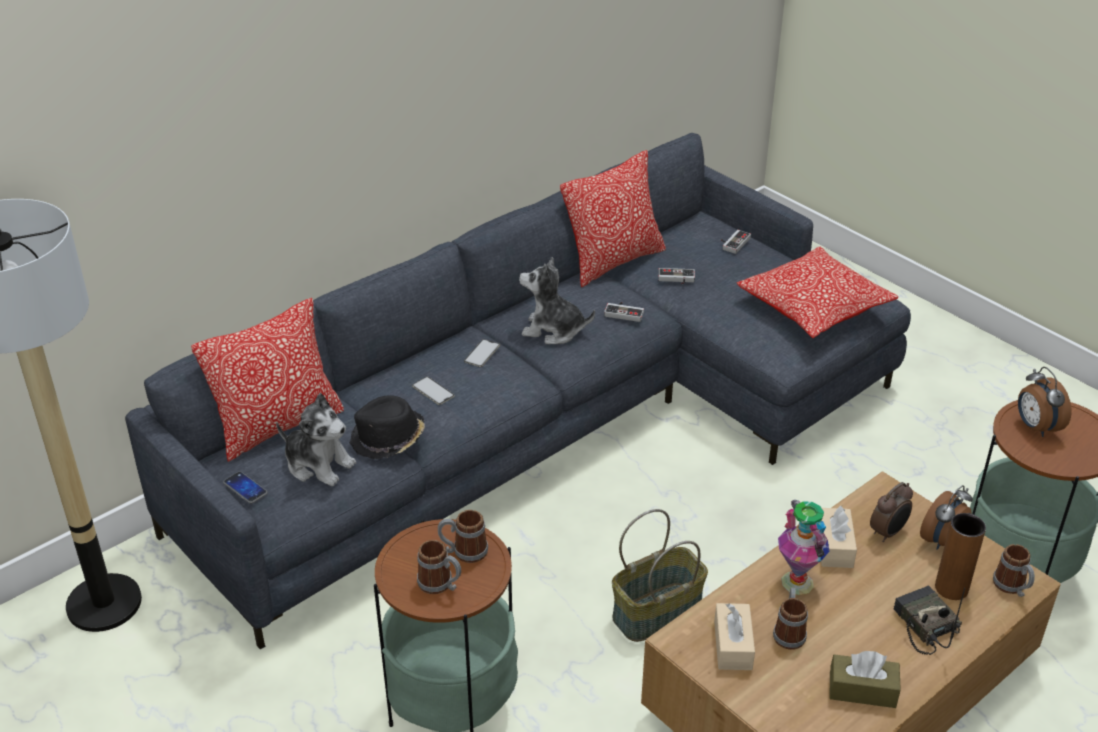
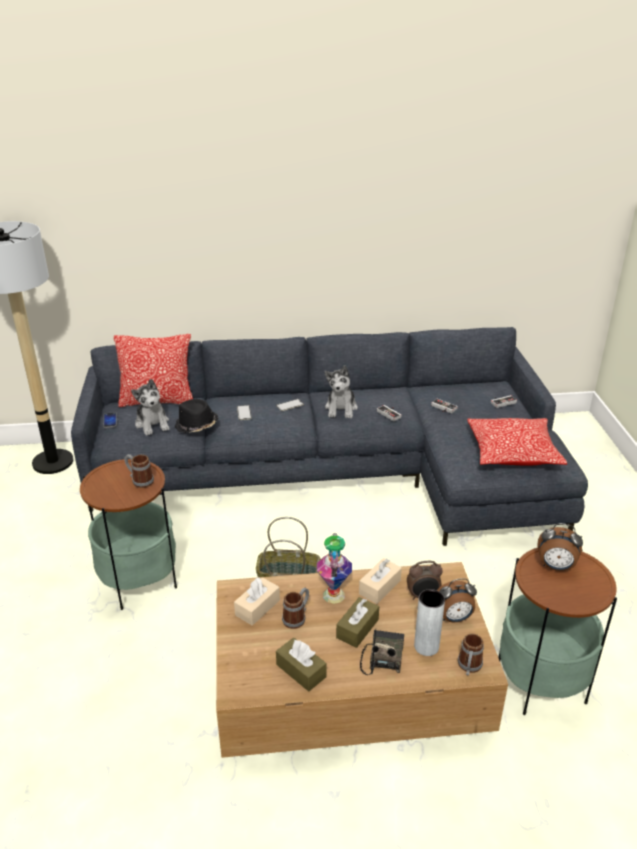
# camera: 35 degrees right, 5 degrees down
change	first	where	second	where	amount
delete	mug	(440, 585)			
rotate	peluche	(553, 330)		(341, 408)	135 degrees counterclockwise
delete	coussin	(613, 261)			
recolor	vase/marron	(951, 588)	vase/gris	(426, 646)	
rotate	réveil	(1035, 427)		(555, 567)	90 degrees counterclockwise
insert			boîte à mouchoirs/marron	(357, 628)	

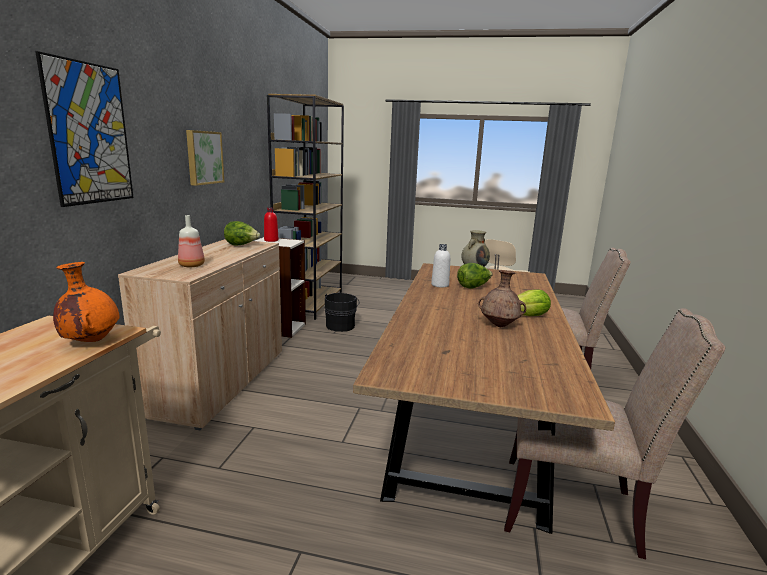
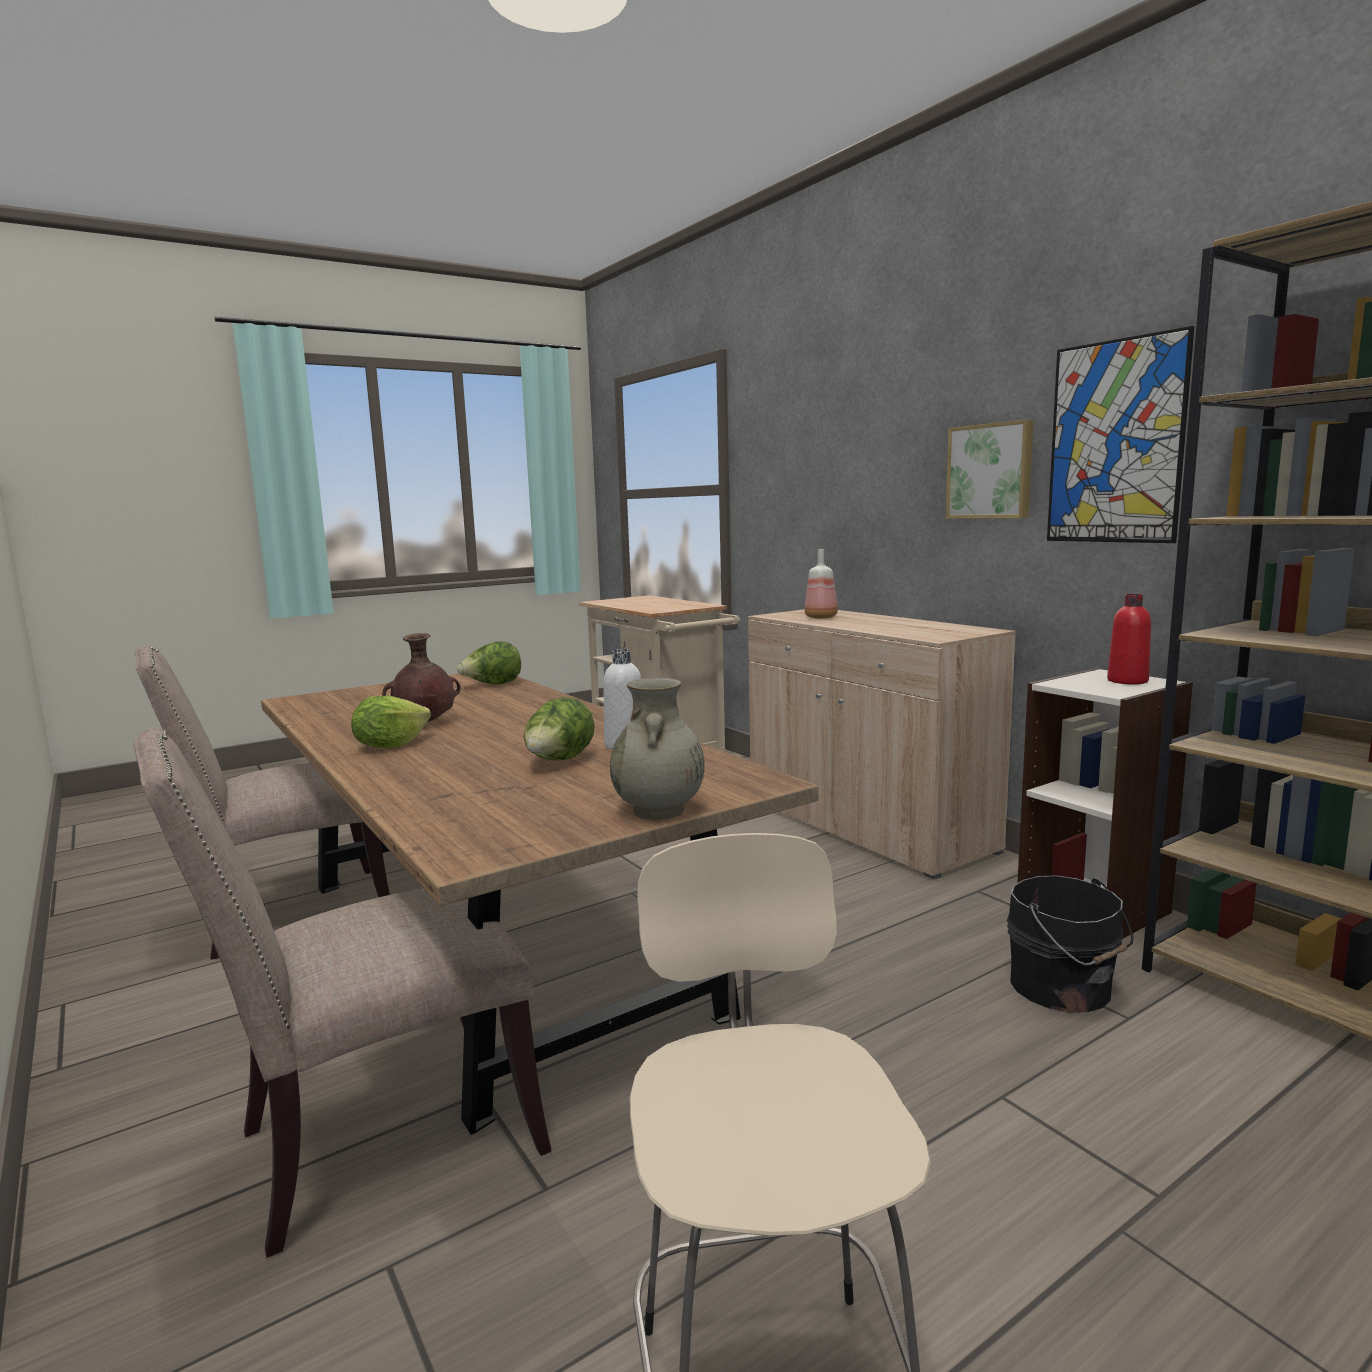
# camera: 135 degrees right, 5 degrees down
change	first	where	second	where	amount
move	tableau	(89, 134)		(1115, 442)	
delete	vase/orange	(91, 341)			
move	laitue	(241, 245)		(492, 685)	

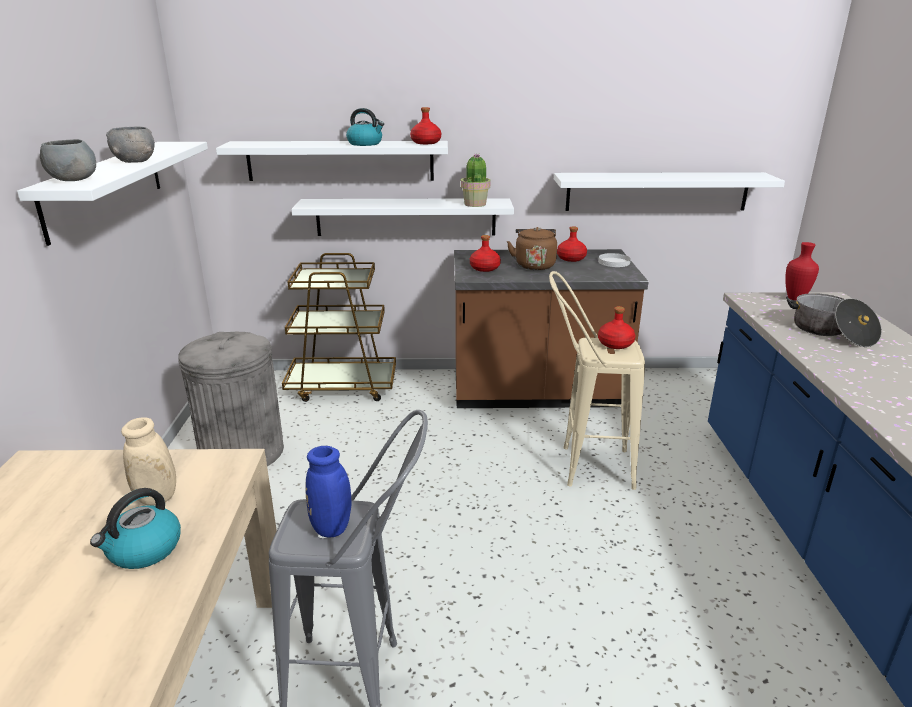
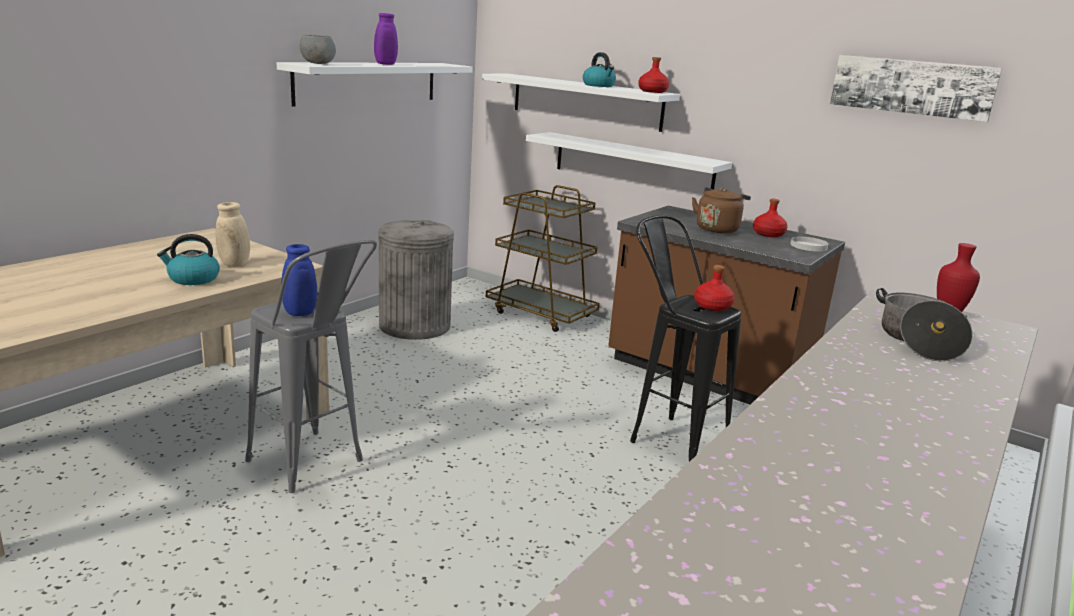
# camera: 35 degrees right, 5 degrees down
change	first	where	second	where	amount
replace	bol/gris	(134, 161)	vase/violet	(384, 64)	
delete	plante en pot	(475, 204)			
delete	bouteille/rouge	(485, 268)			
recolor	tabouret/beige	(583, 467)	tabouret/noir	(666, 436)	
delete	étagère/blanc	(657, 191)			
insert			tableau	(911, 87)	

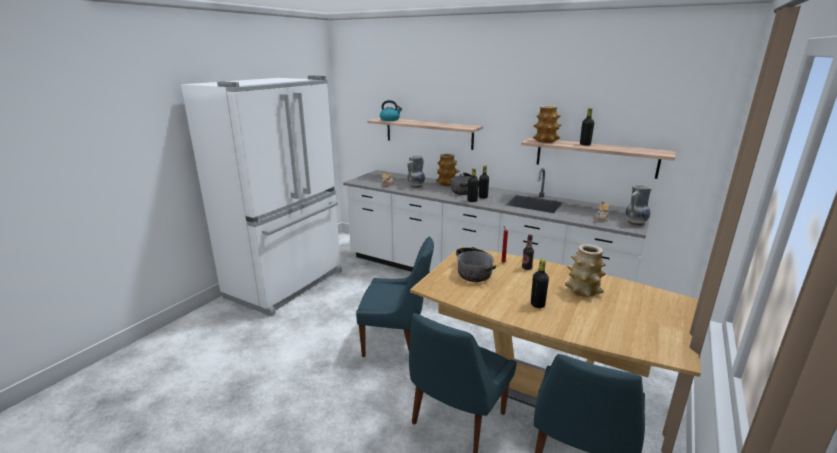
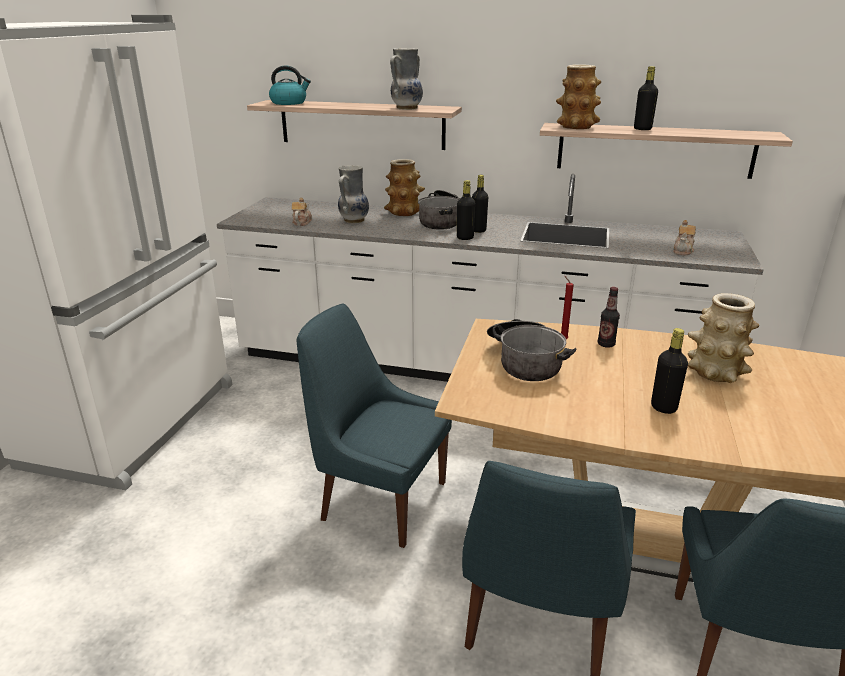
# camera: 15 degrees left, 5 degrees up
change	first	where	second	where	amount
rotate	chaise/bleu	(397, 341)		(379, 499)	150 degrees counterclockwise
move	vase	(635, 223)		(406, 108)	

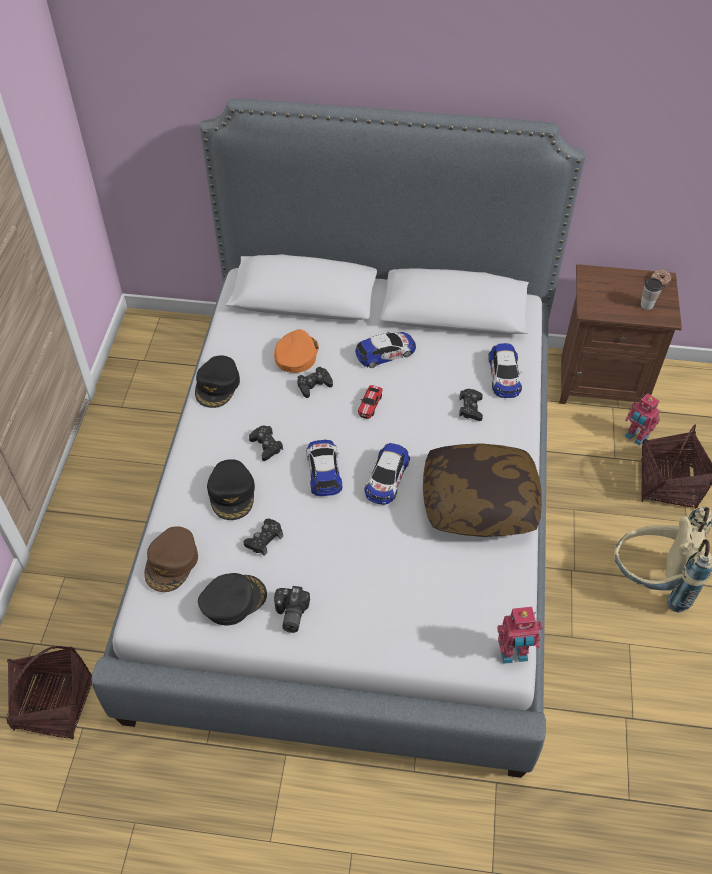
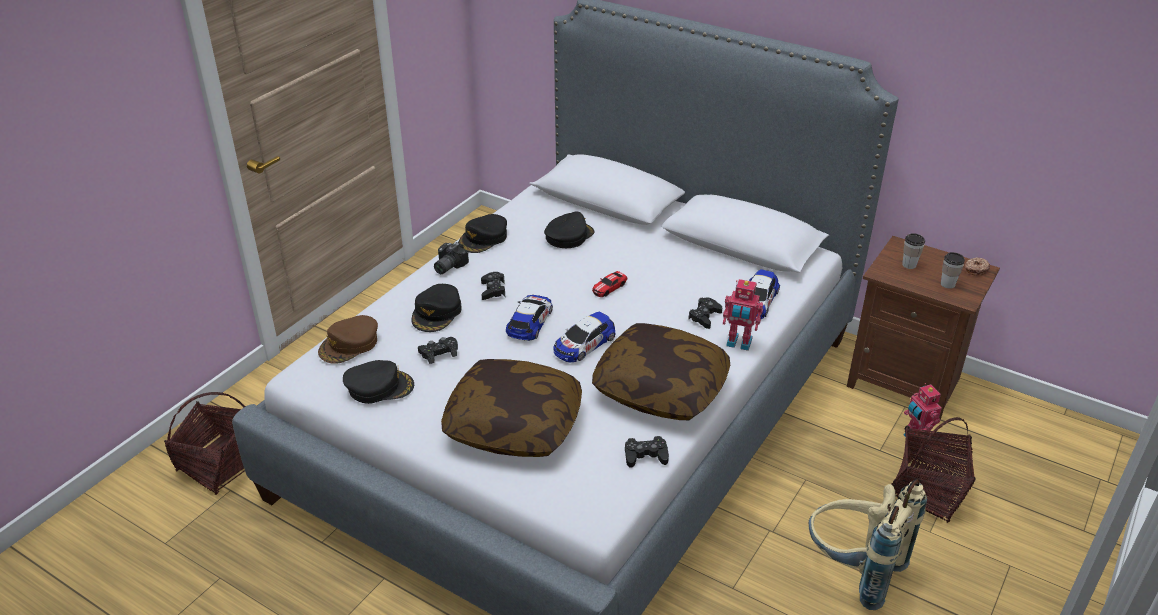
# camera: 25 degrees right, 15 degrees down
change	first	where	second	where	amount
recolor	casquette/orange	(296, 355)	casquette/noir	(568, 236)	
move	appareil photo	(289, 614)		(447, 266)	
move	manette/noir	(314, 385)		(645, 456)	
delete	petite voiture	(385, 352)			
move	robot jouet	(513, 654)		(738, 343)	
insert			coussin	(514, 425)	
insert			tasse	(909, 265)	

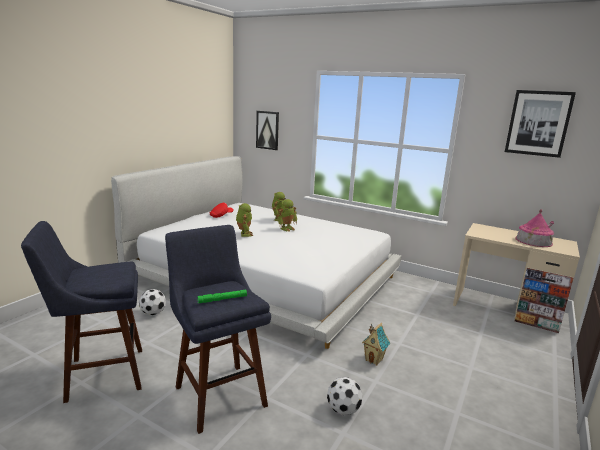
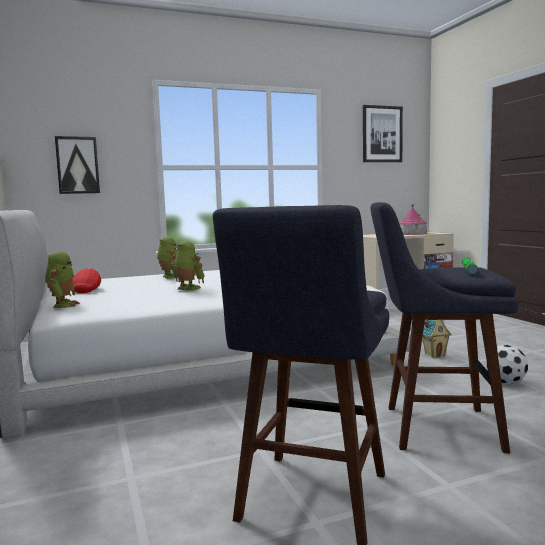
# camera: 50 degrees left, 10 degrees down
change	first	where	second	where	amount
delete	ballon de foot	(153, 313)			
move	robot jouet	(286, 228)		(63, 305)	

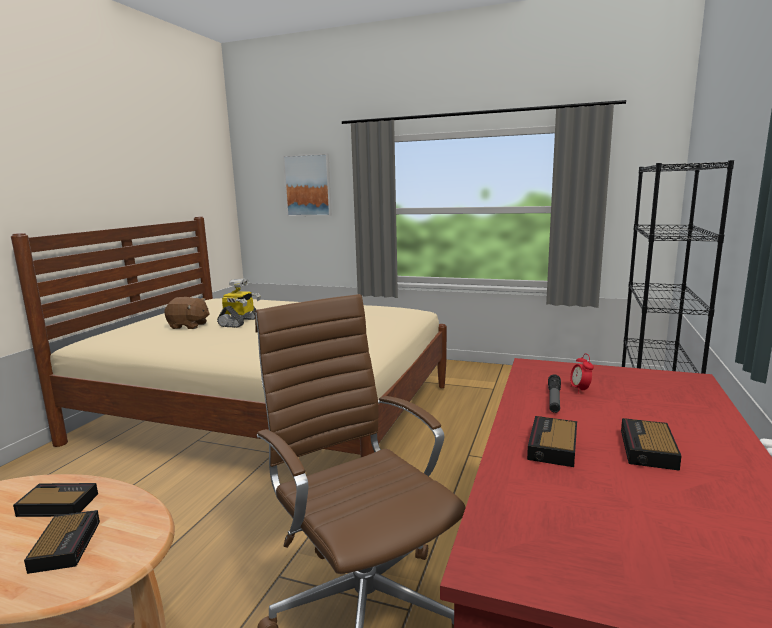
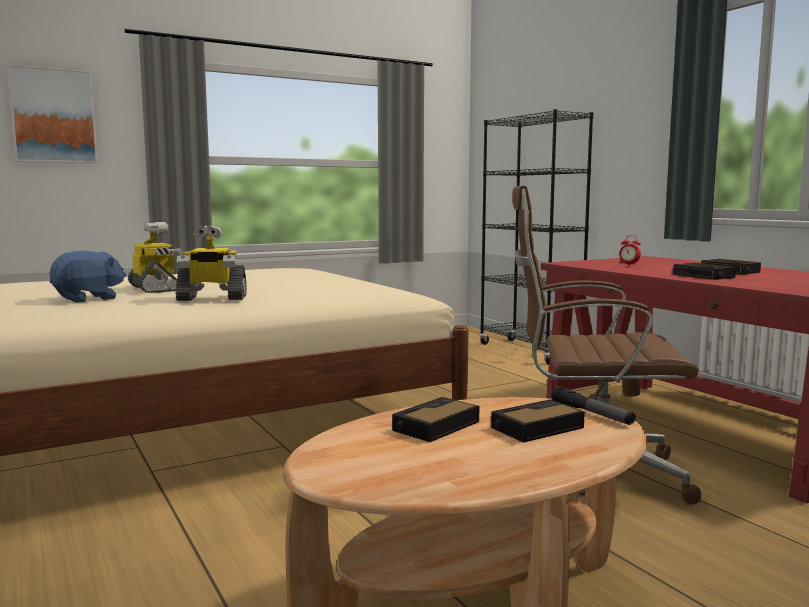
# camera: 50 degrees left, 5 degrees down
change	first	where	second	where	amount
rotate	réveil	(66, 544)		(535, 428)	60 degrees counterclockwise
recolor	peluche/marron	(189, 326)	peluche/bleu	(88, 299)	
move	lampe de poche	(554, 399)		(591, 413)	
insert			robot jouet	(211, 298)	

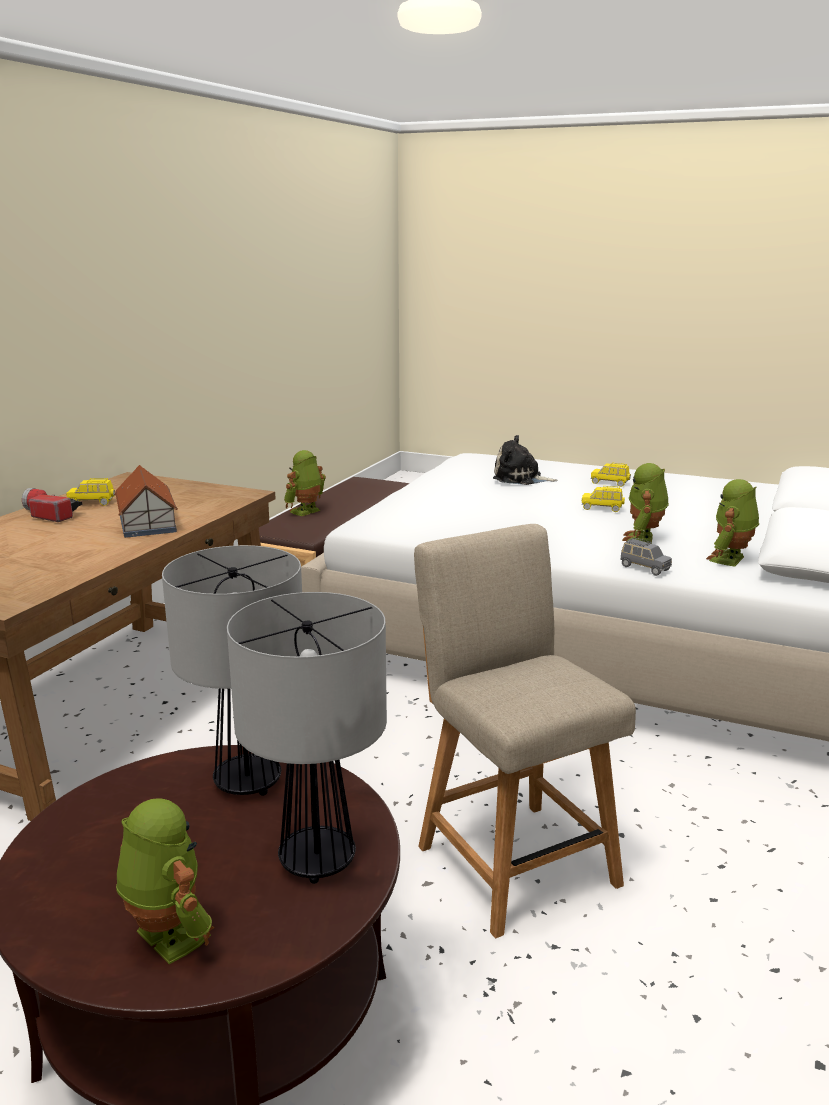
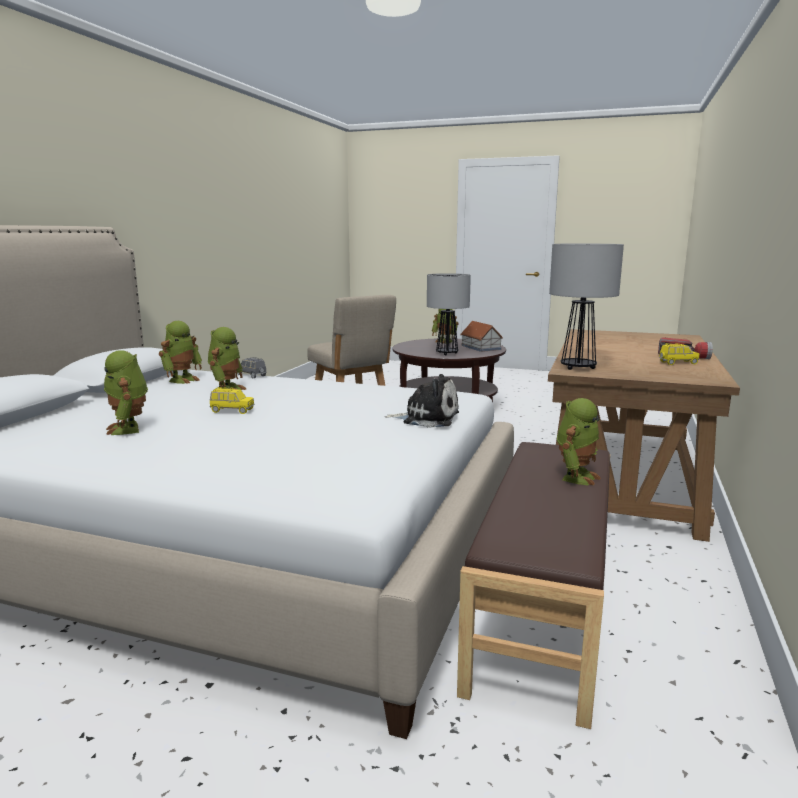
# camera: 175 degrees right, 5 degrees down
change	first	where	second	where	amount
move	maison miniature	(147, 523)		(481, 347)	
move	lampe de table	(316, 861)		(578, 367)	
move	peluche	(520, 478)		(427, 418)	
delete	petite voiture/jaune	(610, 483)			
insert			robot jouet	(129, 429)	

